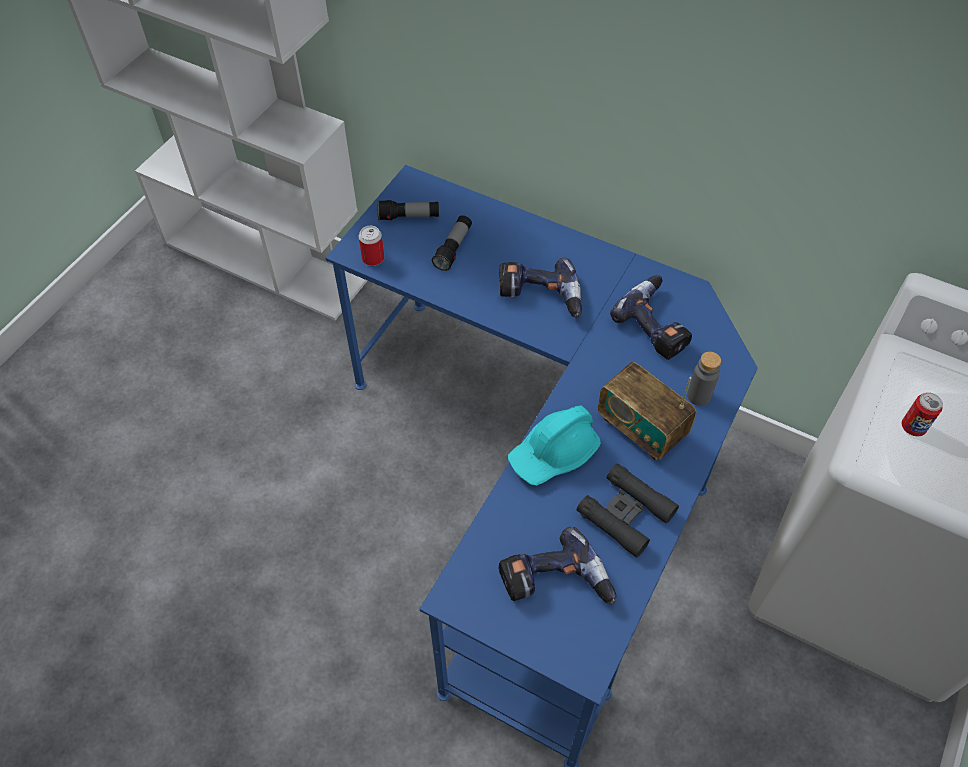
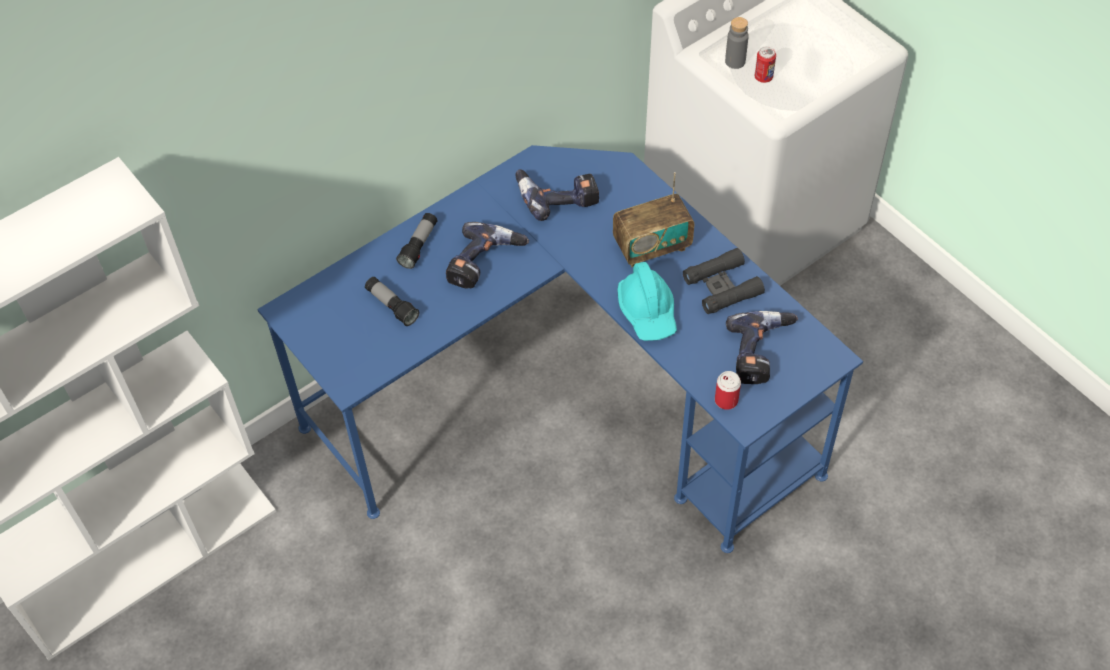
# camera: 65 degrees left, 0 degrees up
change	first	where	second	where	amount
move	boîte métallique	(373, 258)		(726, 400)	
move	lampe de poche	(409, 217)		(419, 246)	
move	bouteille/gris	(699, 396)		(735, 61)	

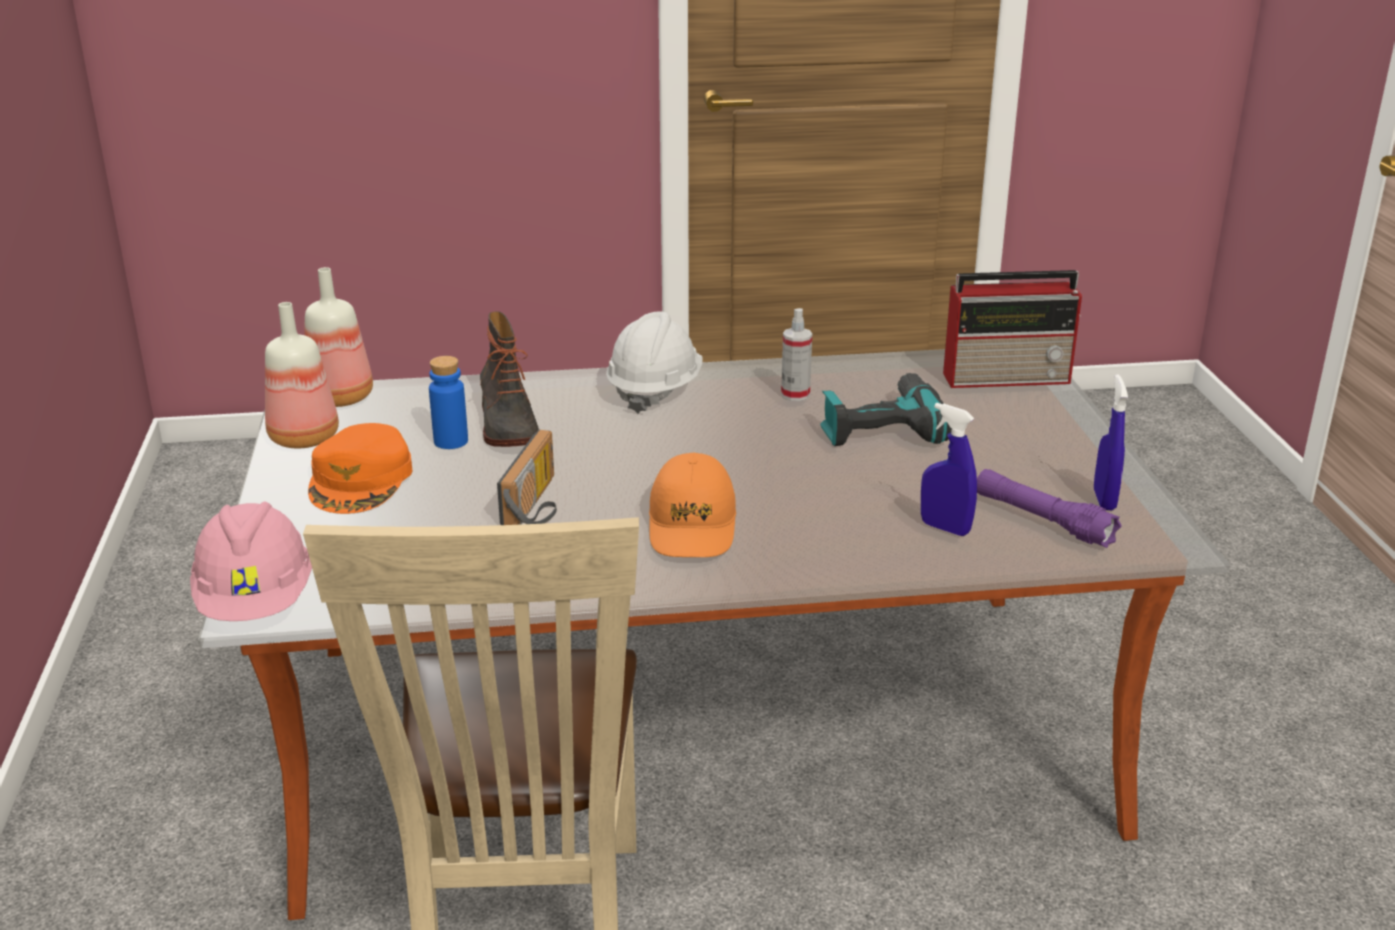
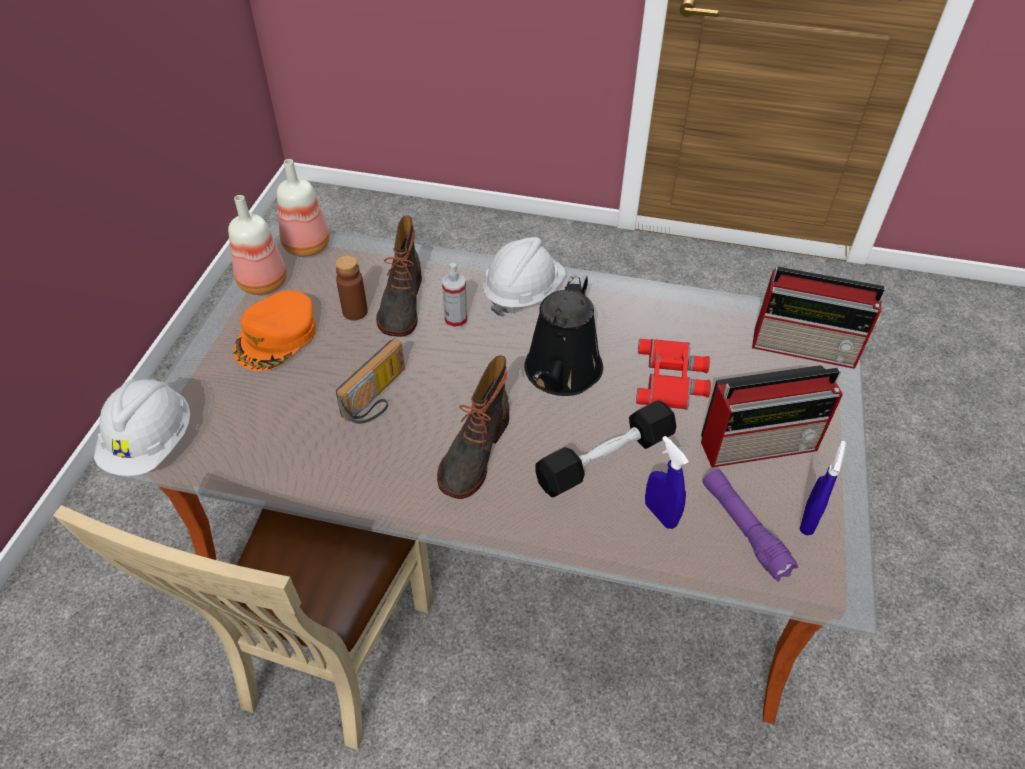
# camera: 20 degrees right, 20 degrees up
change	first	where	second	where	amount
recolor	casque de chantier/rose	(256, 602)	casque de chantier/blanc	(151, 444)	
recolor	bouteille/bleu	(451, 441)	bouteille/marron	(355, 312)	
replace	casquette/orange	(692, 525)	botte	(473, 453)	
move	vaporisateur	(795, 394)		(456, 320)	
replace	perceuse	(881, 426)	jumelles/rouge	(672, 379)	
insert			arrosoir/noir	(561, 374)	
insert			haltère/noir	(605, 459)	
insert			radio	(760, 444)	

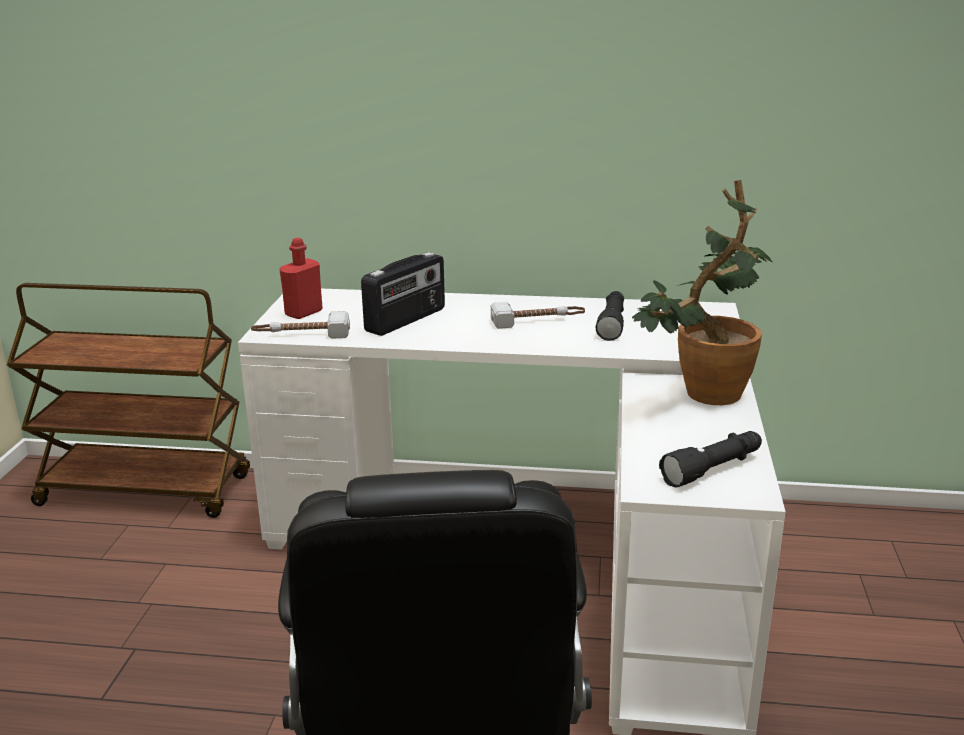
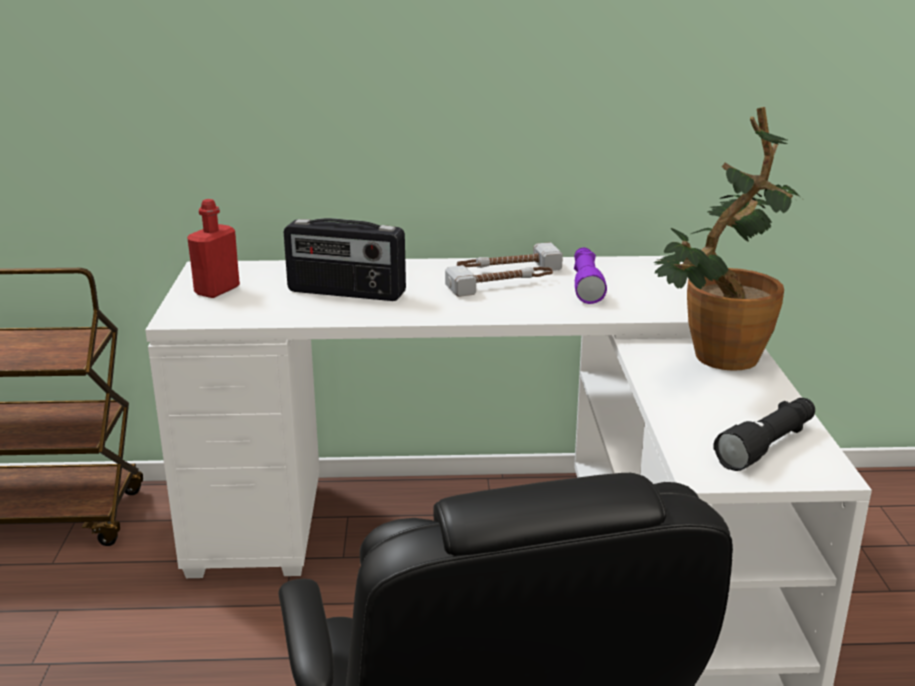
# camera: 10 degrees left, 0 degrees up
change	first	where	second	where	amount
move	marteau	(301, 334)		(508, 269)	
rotate	radio	(406, 320)		(346, 293)	75 degrees clockwise
recolor	lampe de poche/noir	(612, 324)	lampe de poche/violet	(586, 285)	

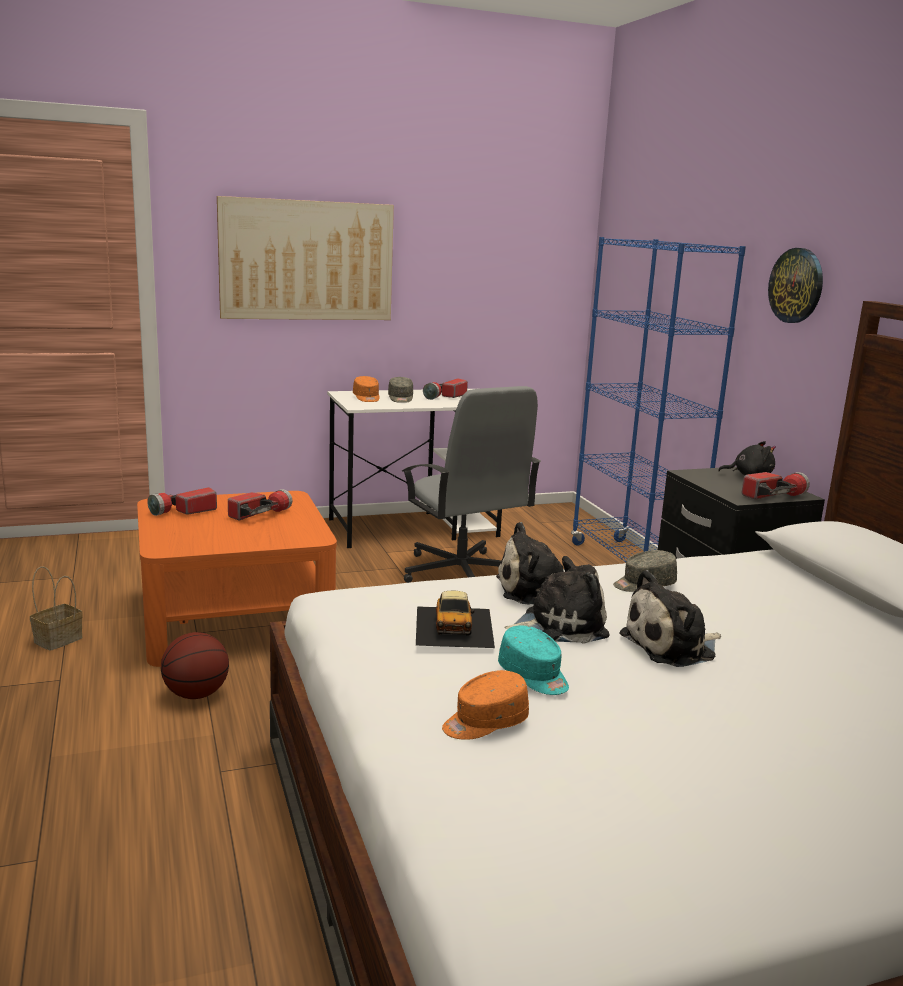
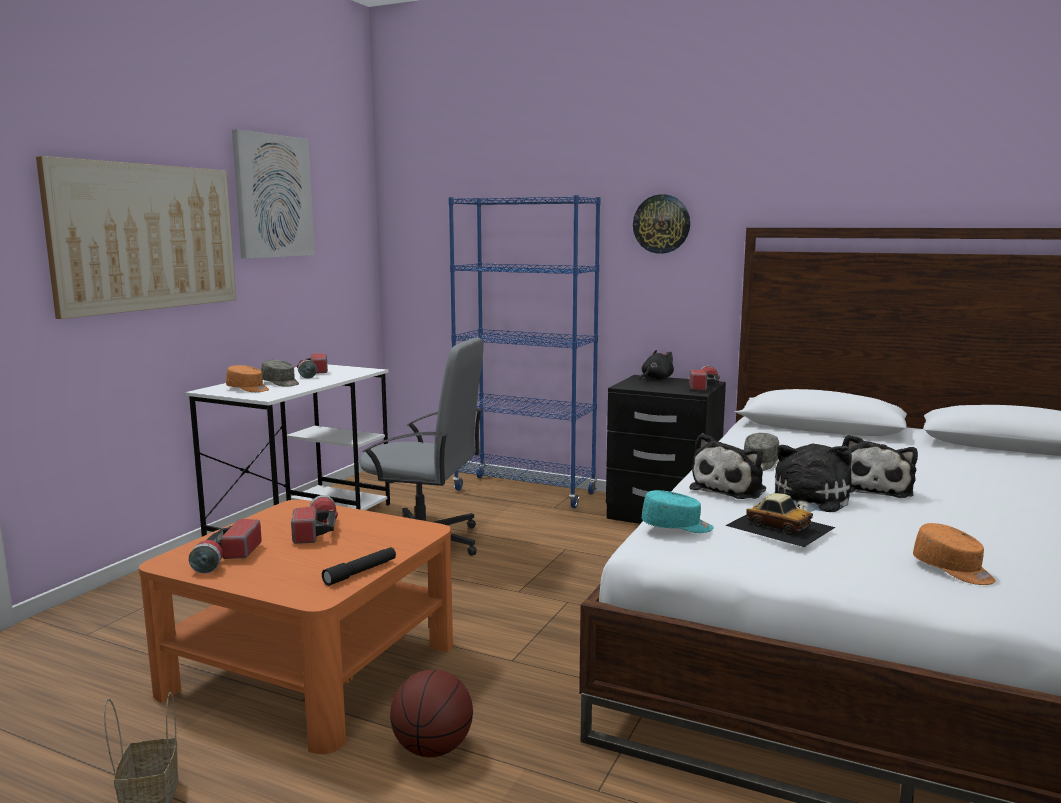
# camera: 45 degrees left, 5 degrees down
change	first	where	second	where	amount
rotate	casquette/orange	(484, 722)		(953, 569)	45 degrees counterclockwise
move	casquette/turquoise	(534, 676)		(677, 526)	
insert			tableau	(273, 196)	
insert			lampe de poche/noir	(360, 572)	

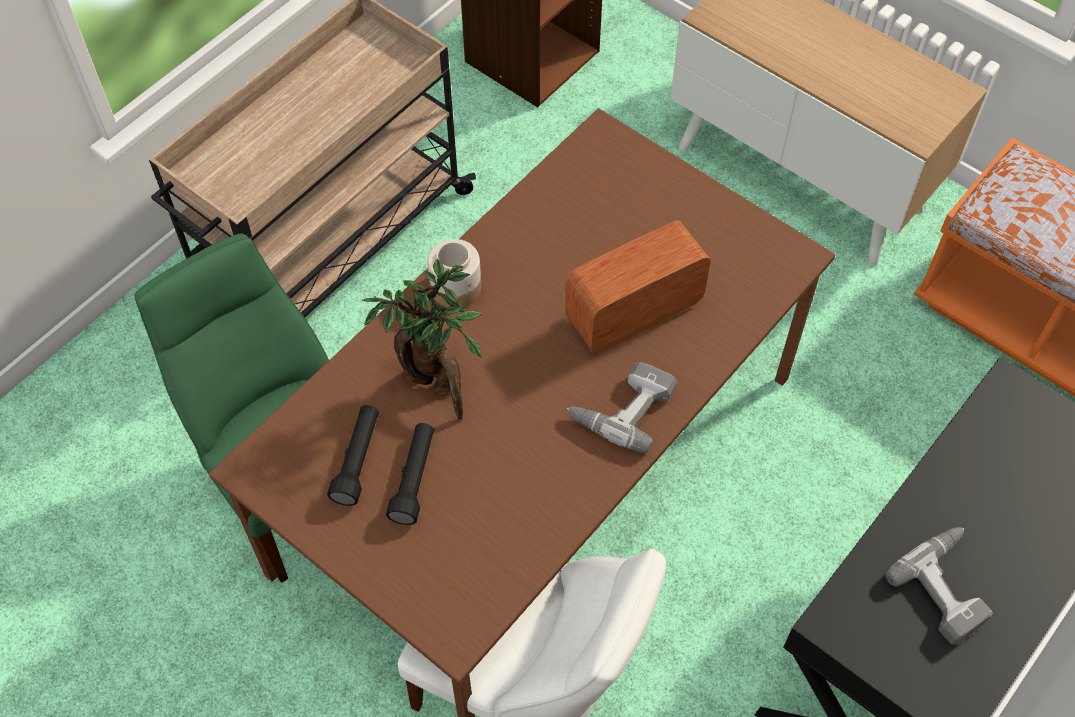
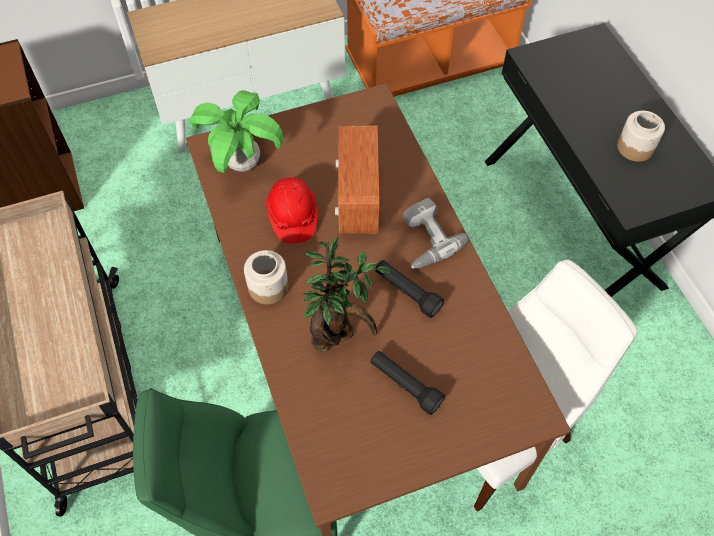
# camera: 60 degrees left, 0 degrees up
change	first	where	second	where	amount
move	lampe de poche/noir	(358, 460)		(407, 292)	
replace	perceuse	(948, 587)	bocal	(635, 147)	
insert			plante en pot	(243, 163)	
insert			casque de chantier/rouge	(292, 217)	

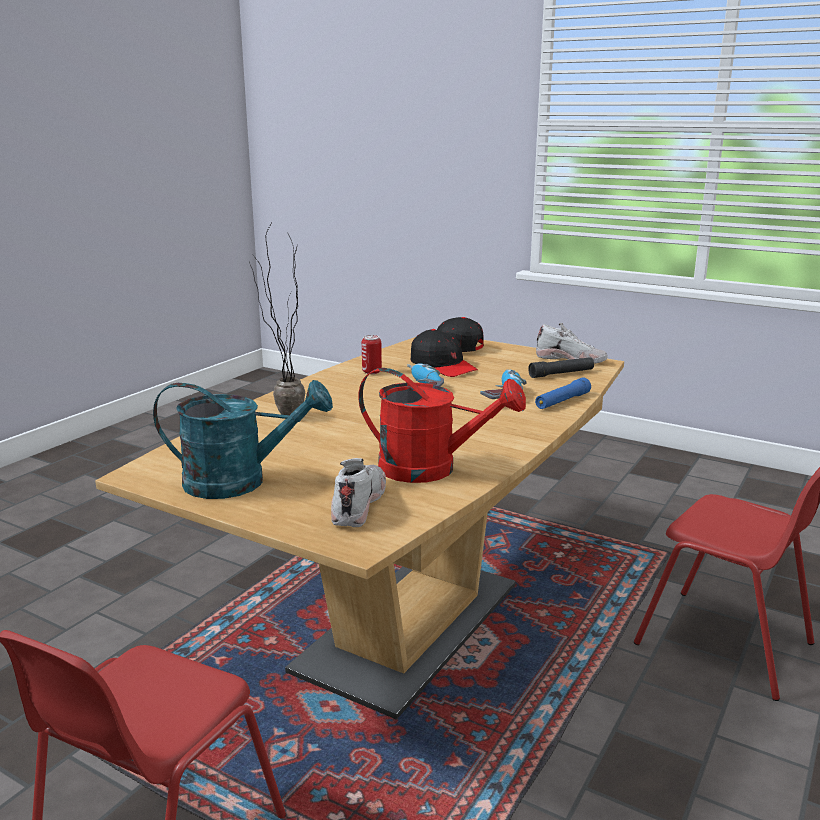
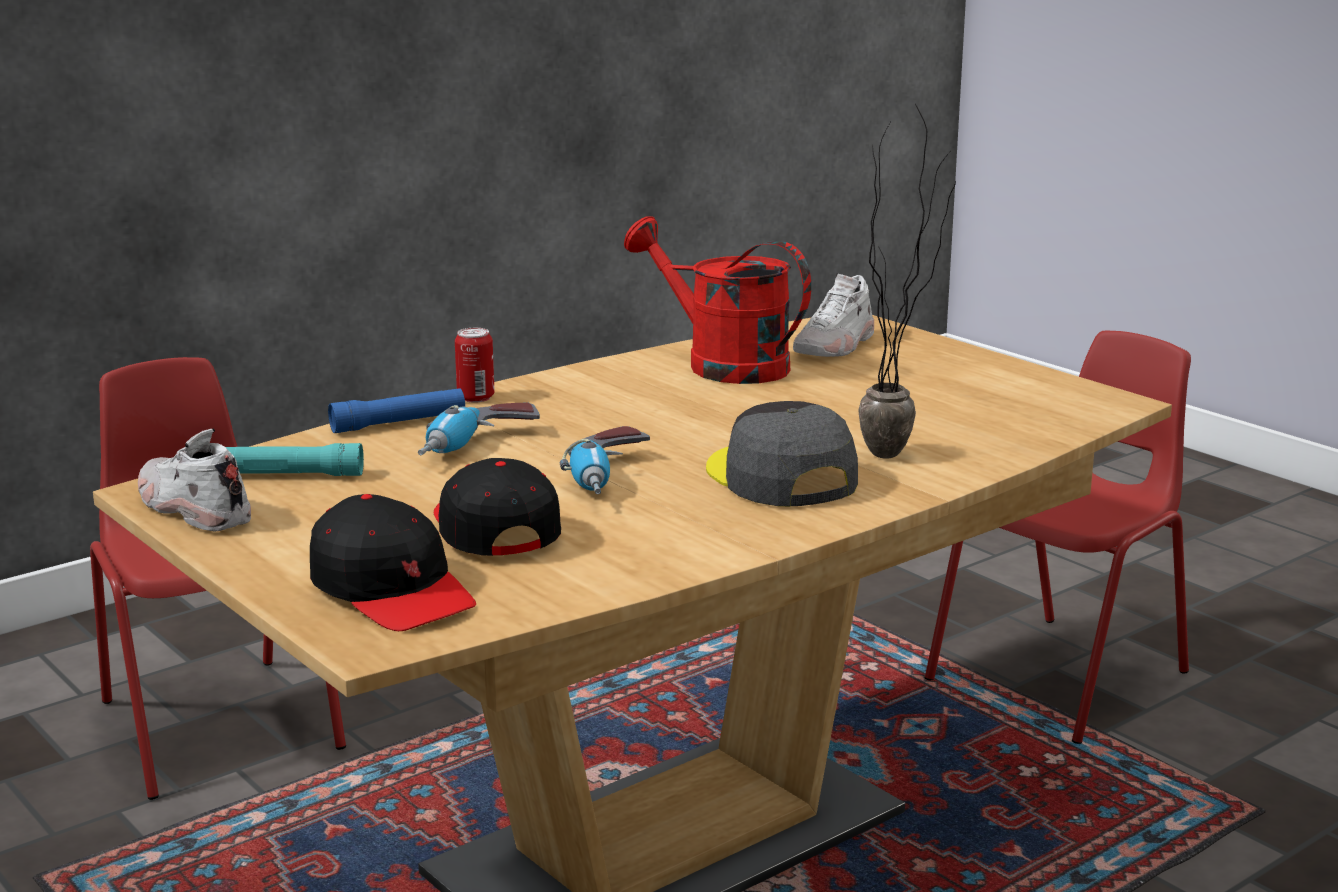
# camera: 160 degrees left, 0 degrees up
change	first	where	second	where	amount
delete	arrosoir/turquoise	(240, 482)			
move	boîte métallique	(371, 372)		(475, 397)	
recolor	lampe de poche/noir	(561, 374)	lampe de poche/turquoise	(289, 475)	
insert			casquette/gris	(780, 477)	

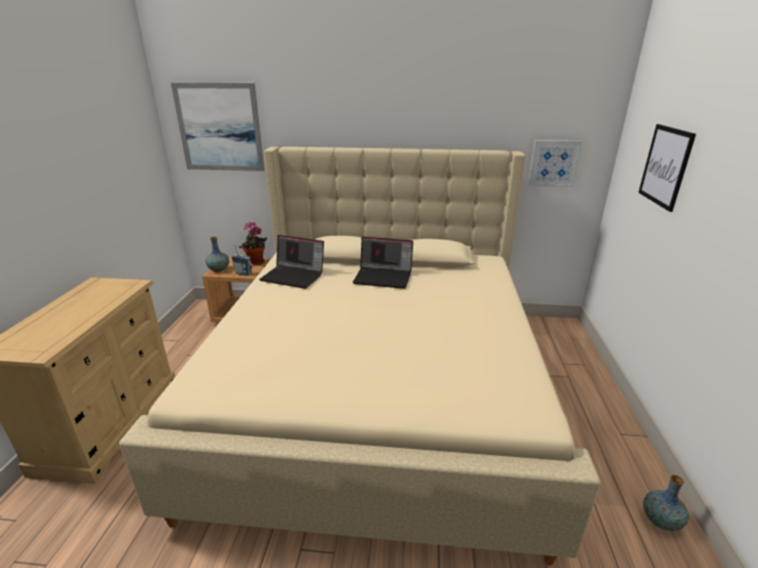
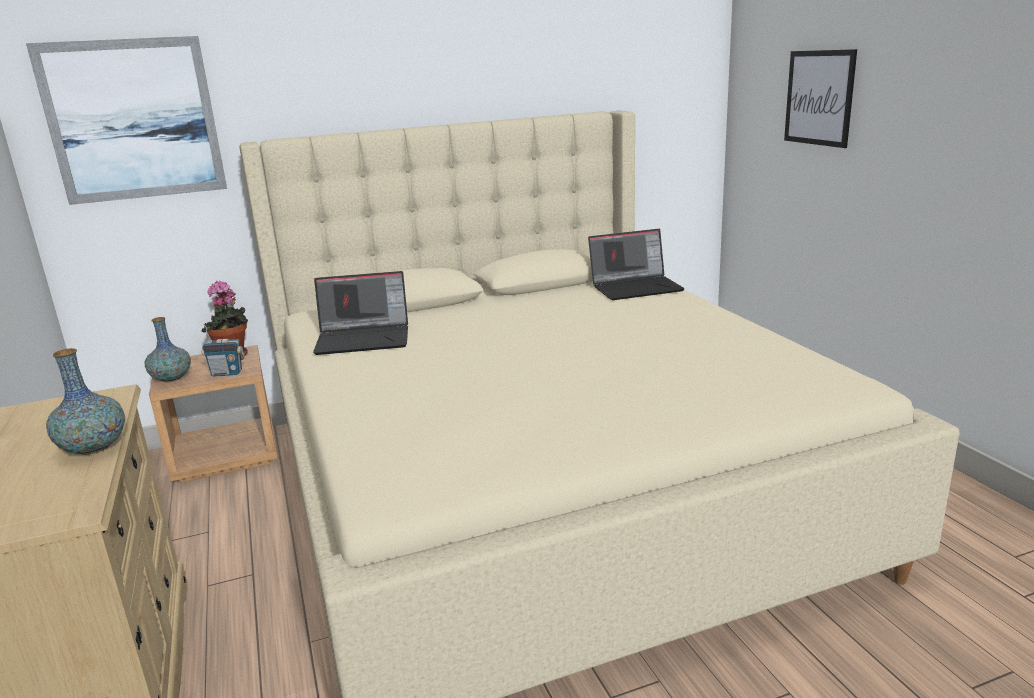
# camera: 25 degrees left, 5 degrees down
change	first	where	second	where	amount
move	ordinateur portable	(384, 277)		(636, 287)	
delete	tableau	(554, 163)			
move	vase	(661, 520)		(94, 448)	

